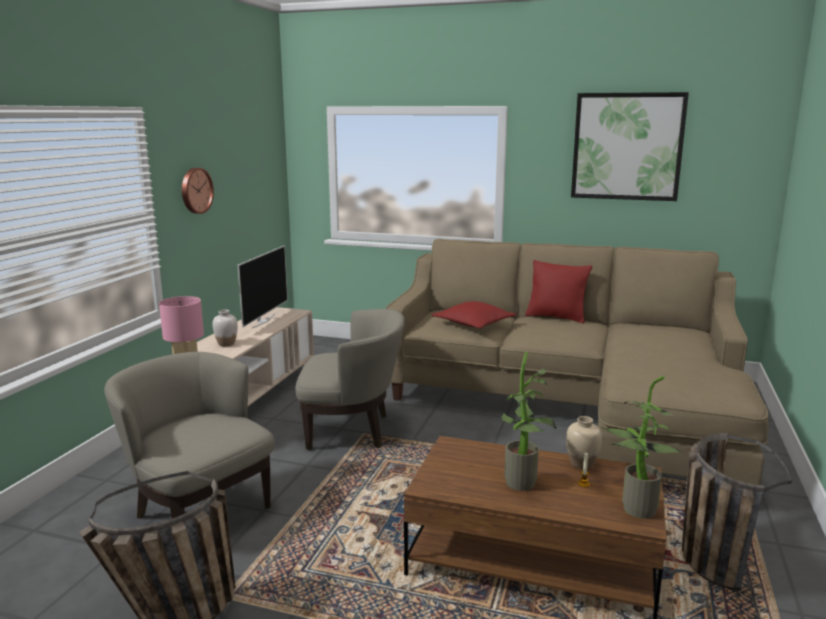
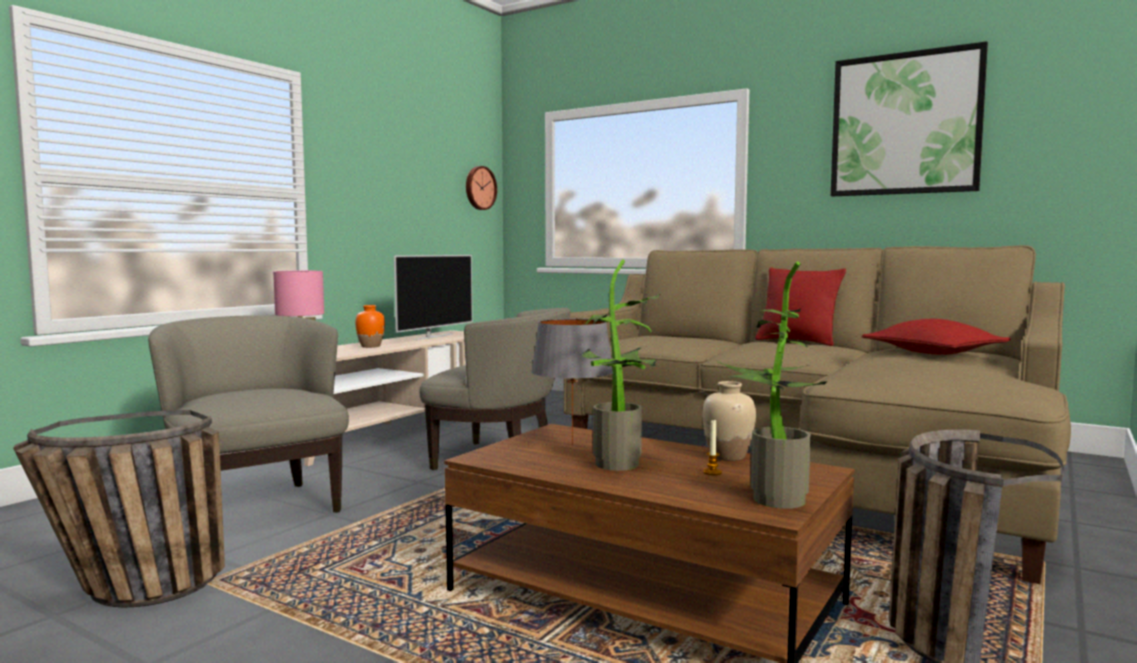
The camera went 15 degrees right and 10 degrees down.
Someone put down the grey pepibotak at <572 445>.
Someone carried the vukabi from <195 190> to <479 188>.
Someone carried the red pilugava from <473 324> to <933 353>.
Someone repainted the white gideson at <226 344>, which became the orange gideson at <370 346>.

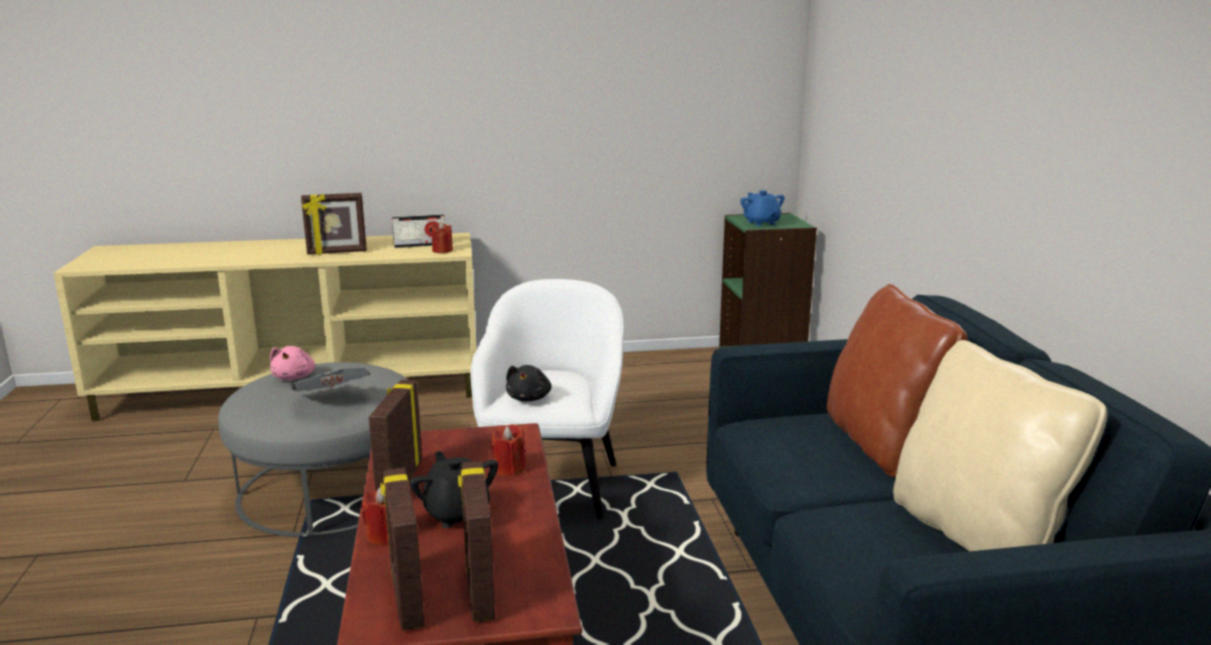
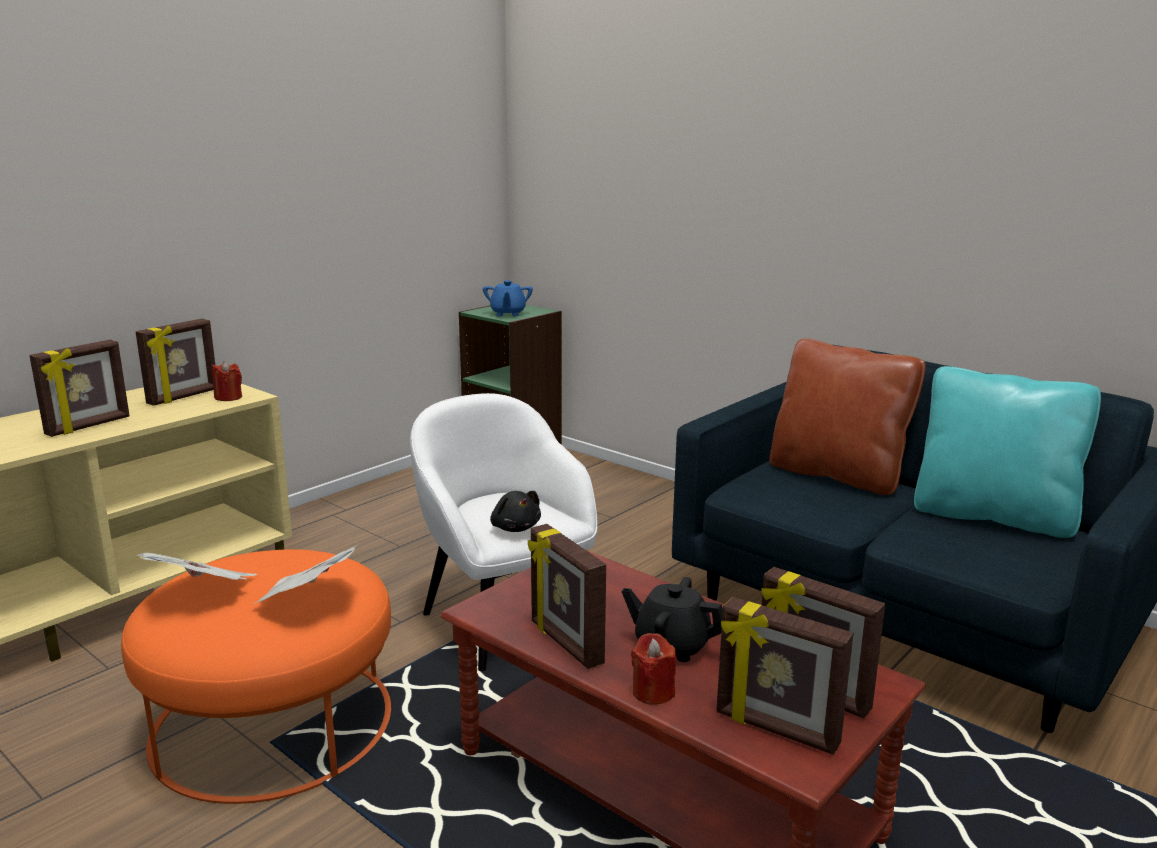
The camera went 40 degrees left and 0 degrees up.
Someone took away the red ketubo at <509 469>.
Someone swapped the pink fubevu at <294 377> for the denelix at <203 592>.
Someone swapped the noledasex at <420 245> for the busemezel at <184 397>.
Someone repainted the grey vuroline at <330 489>, which became the orange vuroline at <273 721>.
Someone repainted the beige pilugava at <976 536>, which became the turquoise pilugava at <993 516>.
Someone rotated the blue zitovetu at <761 223> by 120 degrees counterclockwise.

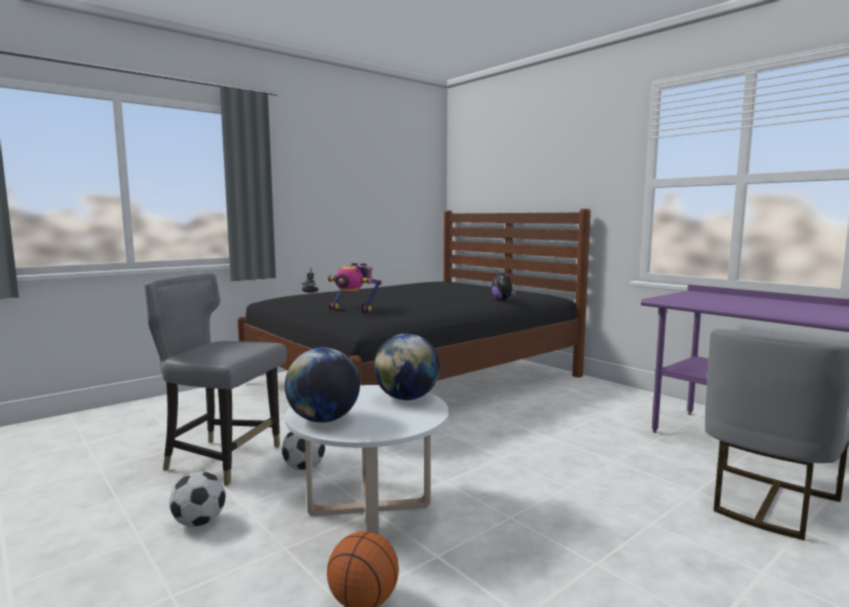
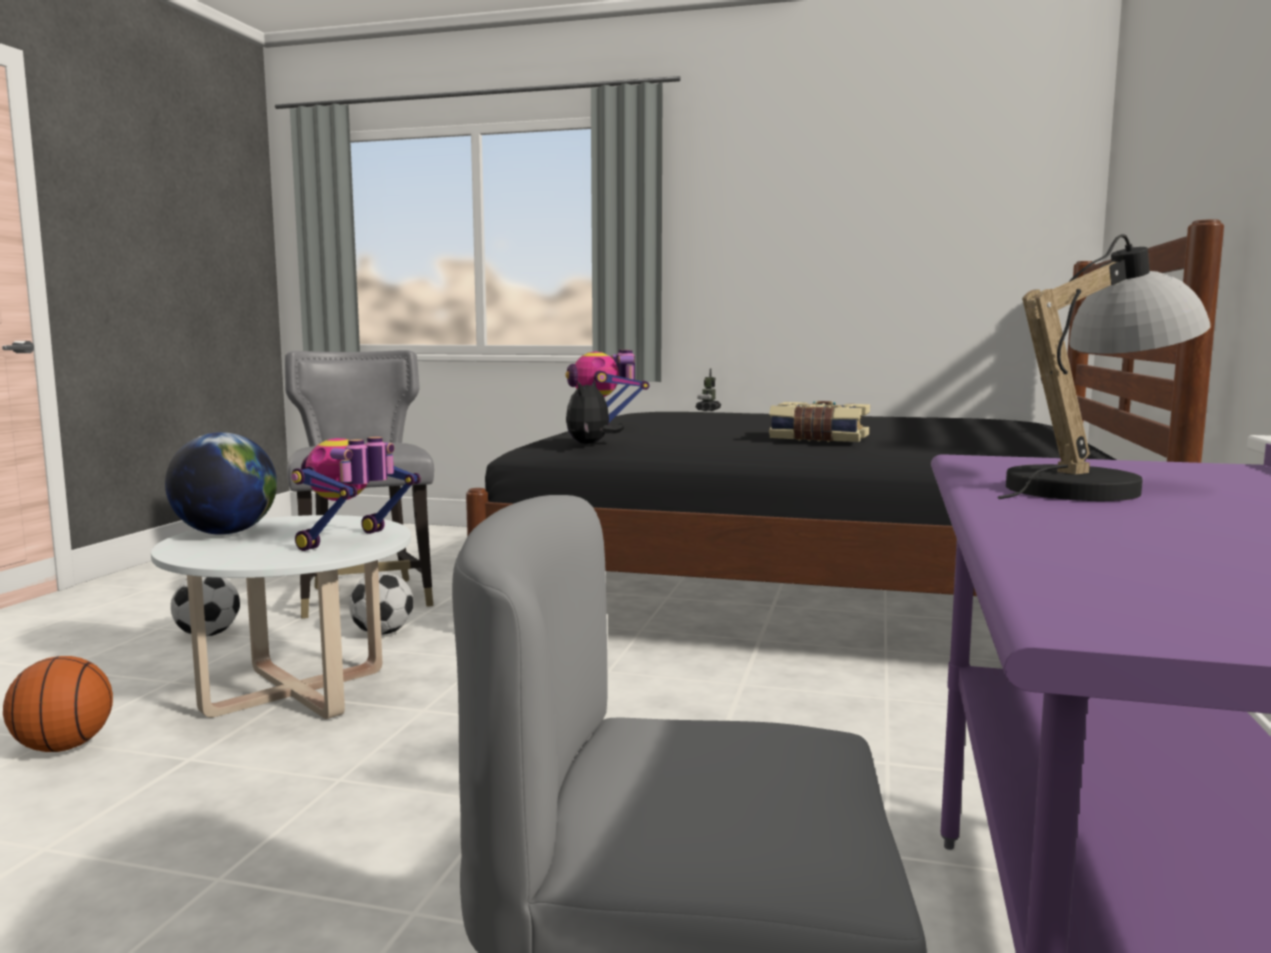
The camera went 55 degrees right and 0 degrees up.
Someone put down the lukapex at <818 439>.
Someone put down the pepibotak at <1093 487>.
Someone carried the fubevu from <502 300> to <590 444>.
Someone swapped the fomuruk at <407 398> for the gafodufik at <352 542>.

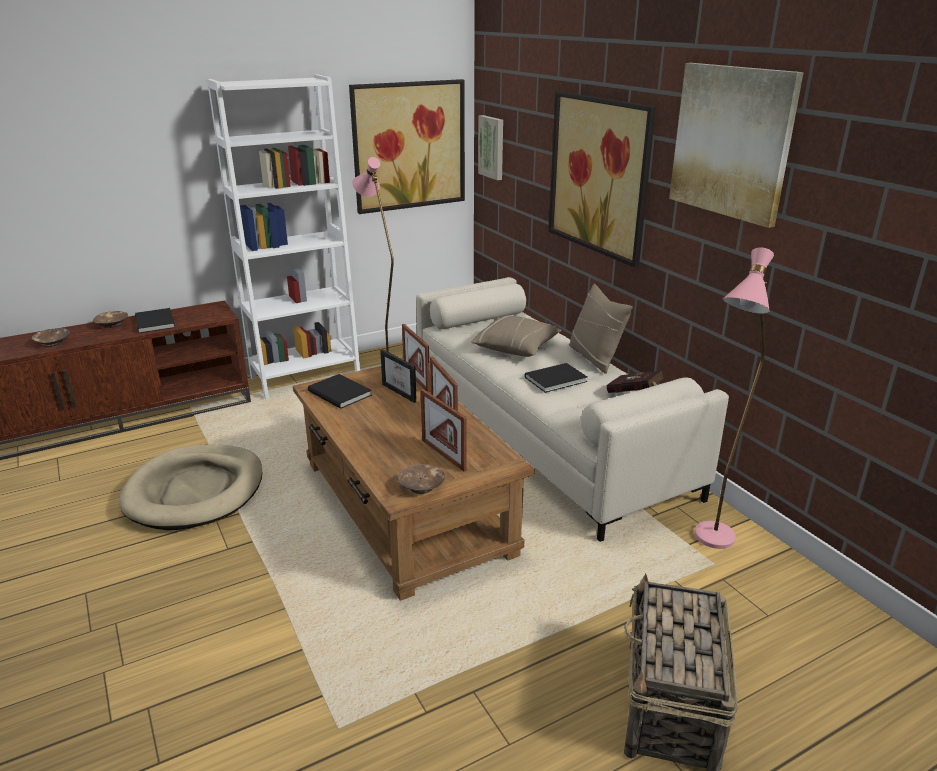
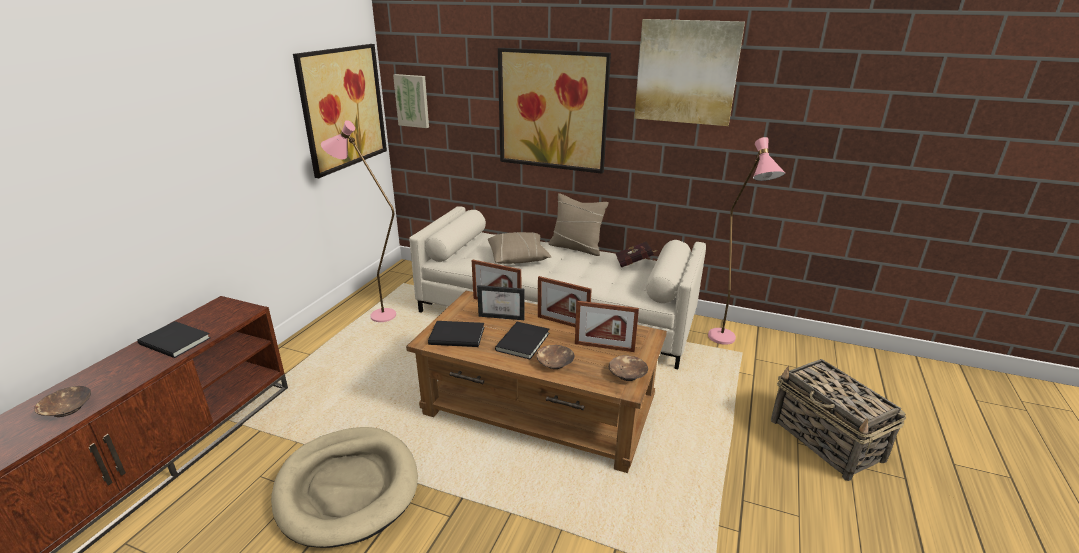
The camera went 40 degrees left and 0 degrees up.
Someone took away the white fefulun at <305 378>.
Someone carried the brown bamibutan from <112 324> to <555 363>.
Someone carried the black lukapex from <557 380> to <524 341>.

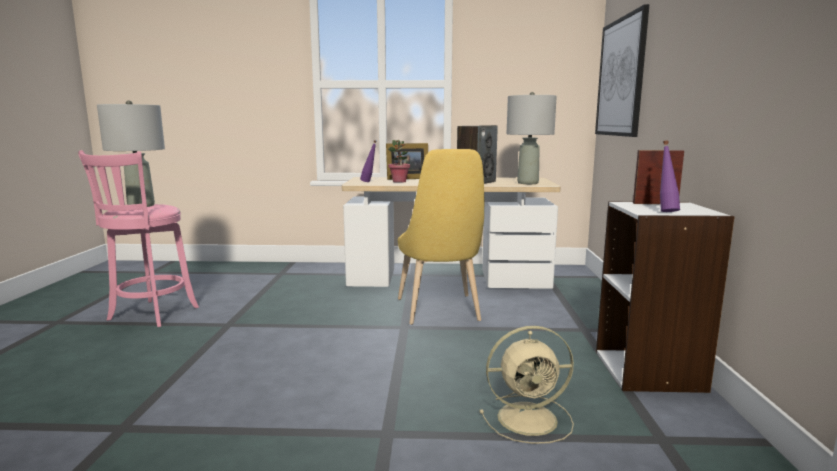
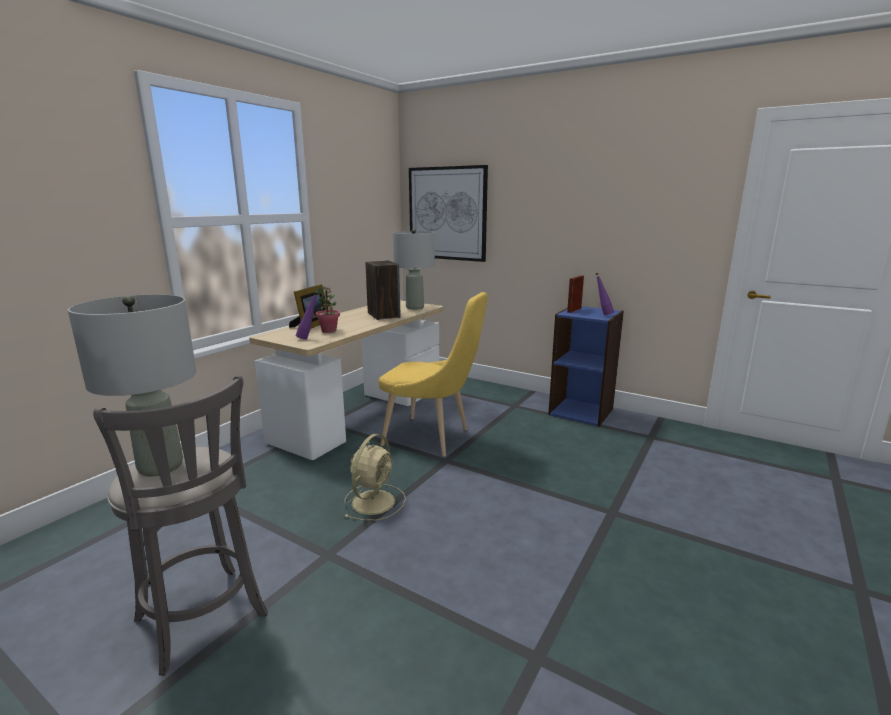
The camera went 60 degrees left and 5 degrees up.
Someone carried the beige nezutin from <530 418> to <374 501>.
Someone repainted the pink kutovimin at <150 315>, which became the grey kutovimin at <204 621>.
Someone repainted the white fefulun at <650 371>, which became the blue fefulun at <581 411>.

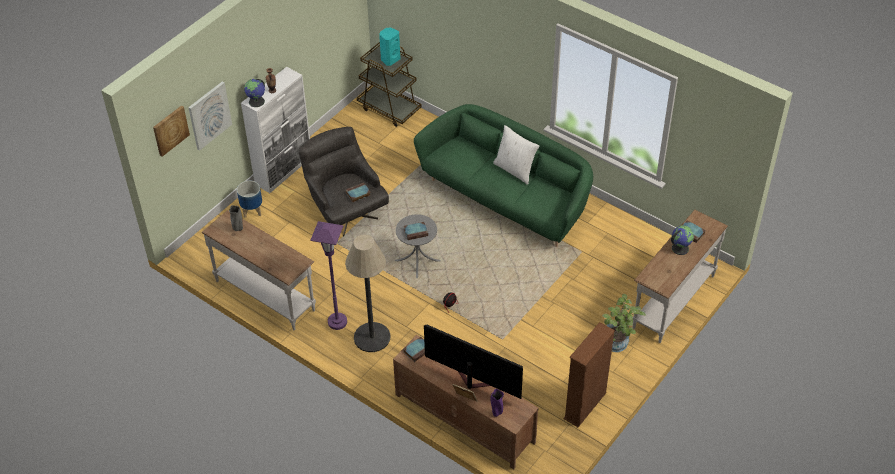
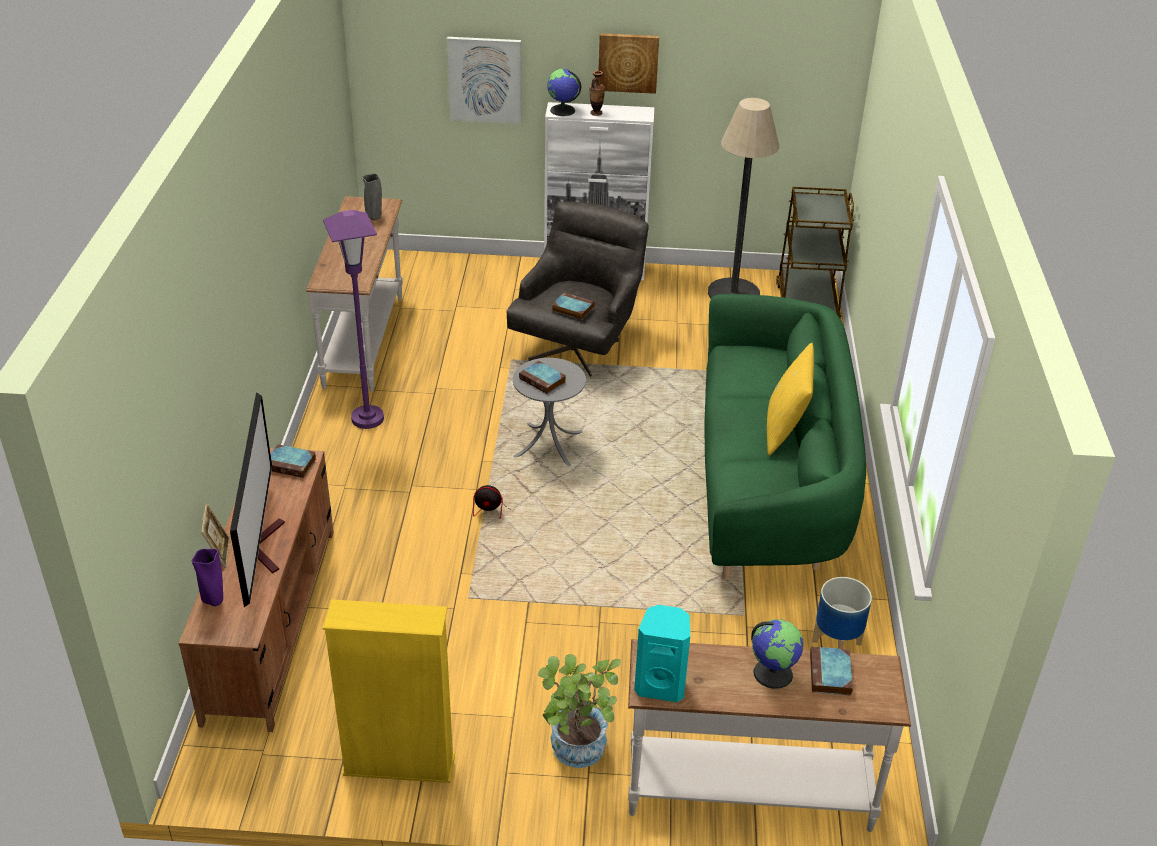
The camera went 55 degrees right and 10 degrees down.
Someone carried the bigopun from <170 130> to <628 62>.
Someone carried the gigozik from <252 211> to <837 643>.
Someone carried the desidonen from <372 337> to <733 293>.
Someone carried the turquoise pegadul from <390 59> to <660 685>.
Someone repainted the white pilugava at <515 170>, which became the yellow pilugava at <785 430>.
Someone repainted the brown fefulun at <585 406>, which became the yellow fefulun at <399 765>.

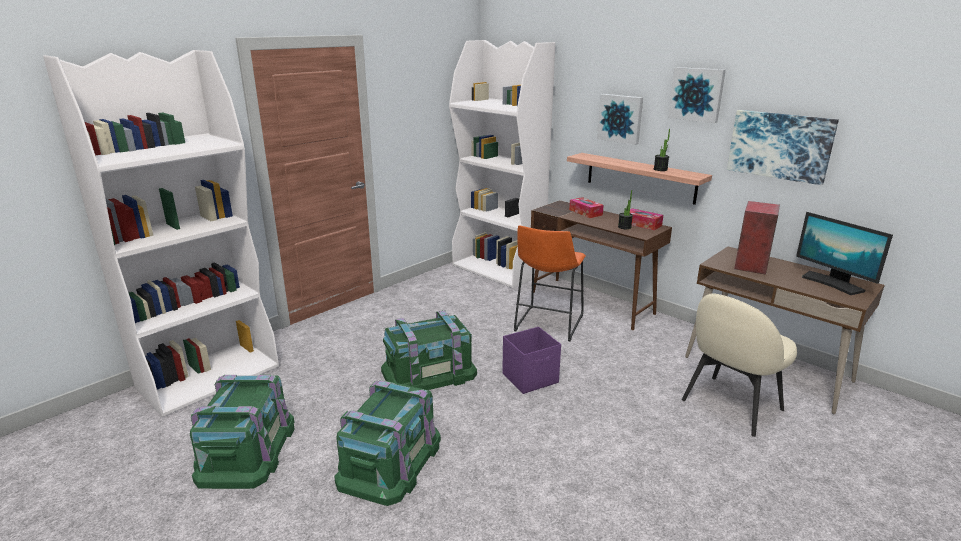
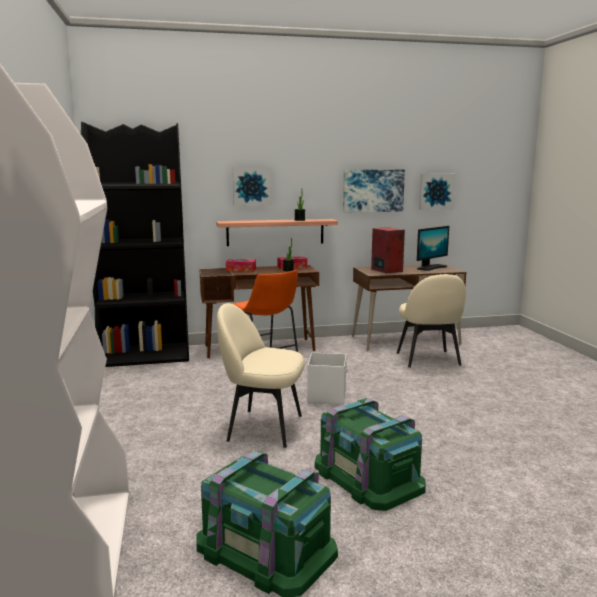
The camera went 55 degrees left and 10 degrees down.
Someone carried the bigopun from <697 94> to <436 191>.
Someone swapped the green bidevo at <429 372> for the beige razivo at <263 427>.
Someone repainted the white fefulun at <498 270>, which became the black fefulun at <146 356>.
Someone repainted the purple bidevo at <531 378>, which became the white bidevo at <327 396>.
Someone rotated the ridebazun at <832 283> by 45 degrees counterclockwise.

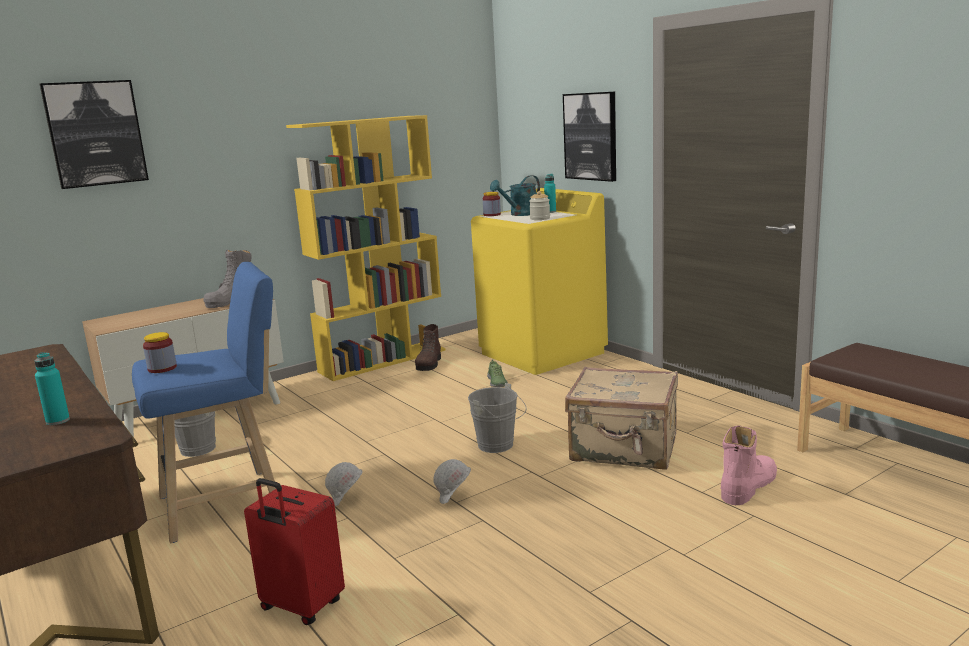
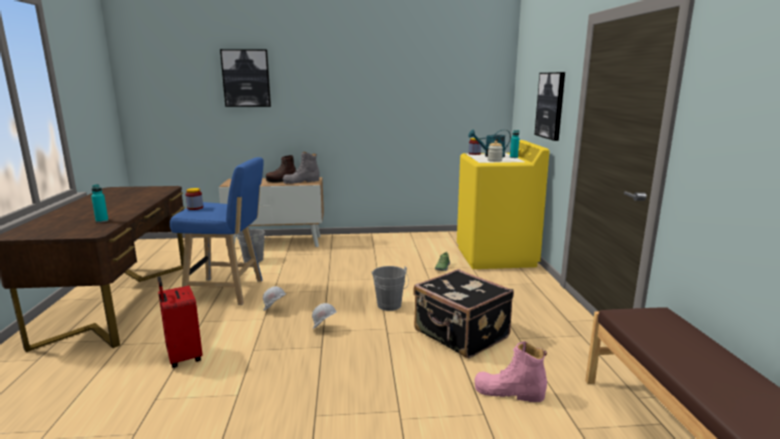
The camera went 30 degrees right and 0 degrees up.
Someone took away the yellow fefulun at <383 360>.
Someone carried the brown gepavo from <429 364> to <281 180>.
Someone repainted the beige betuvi at <624 449>, which became the black betuvi at <460 335>.
Someone rotated the pink gepavo at <748 486> by 150 degrees counterclockwise.

